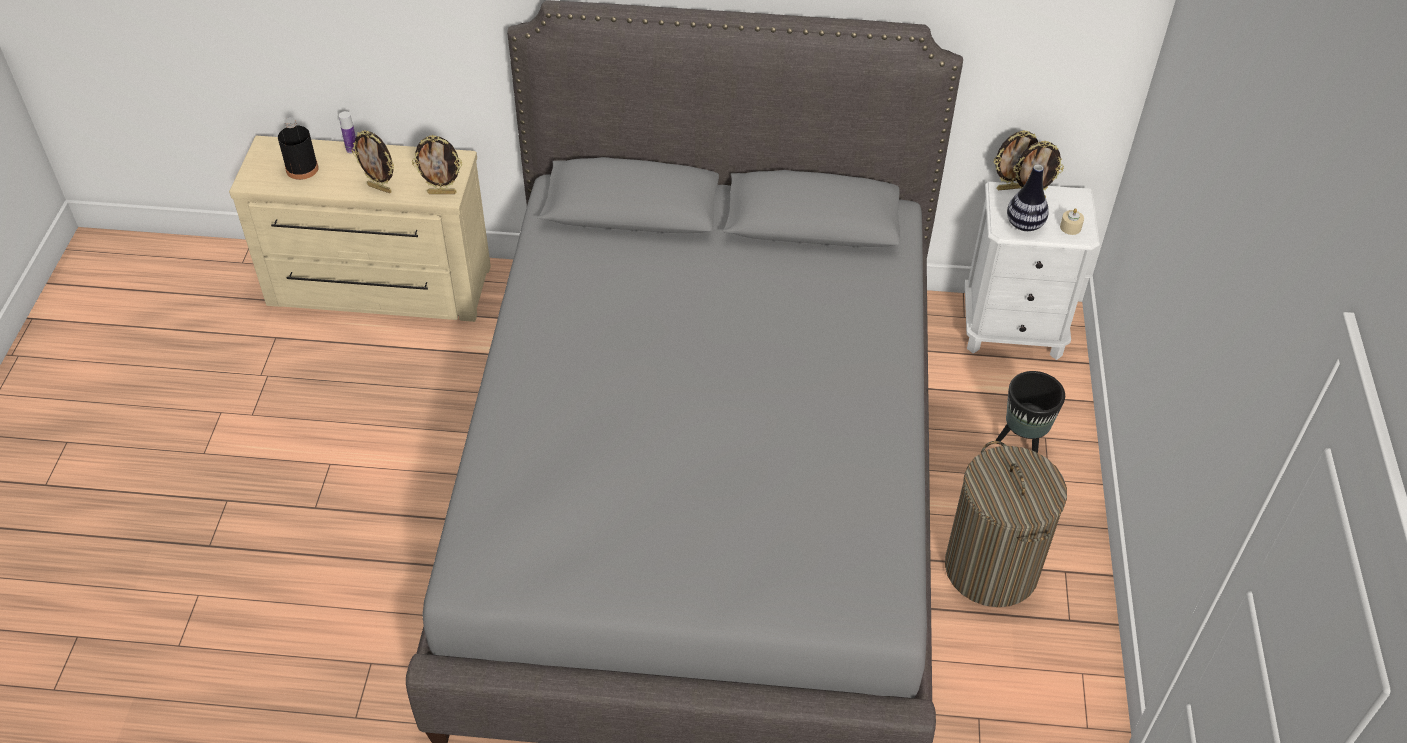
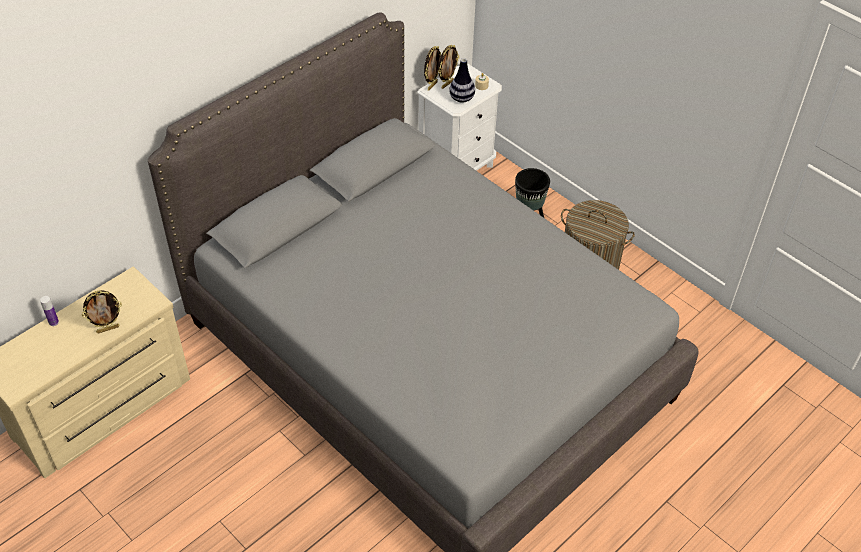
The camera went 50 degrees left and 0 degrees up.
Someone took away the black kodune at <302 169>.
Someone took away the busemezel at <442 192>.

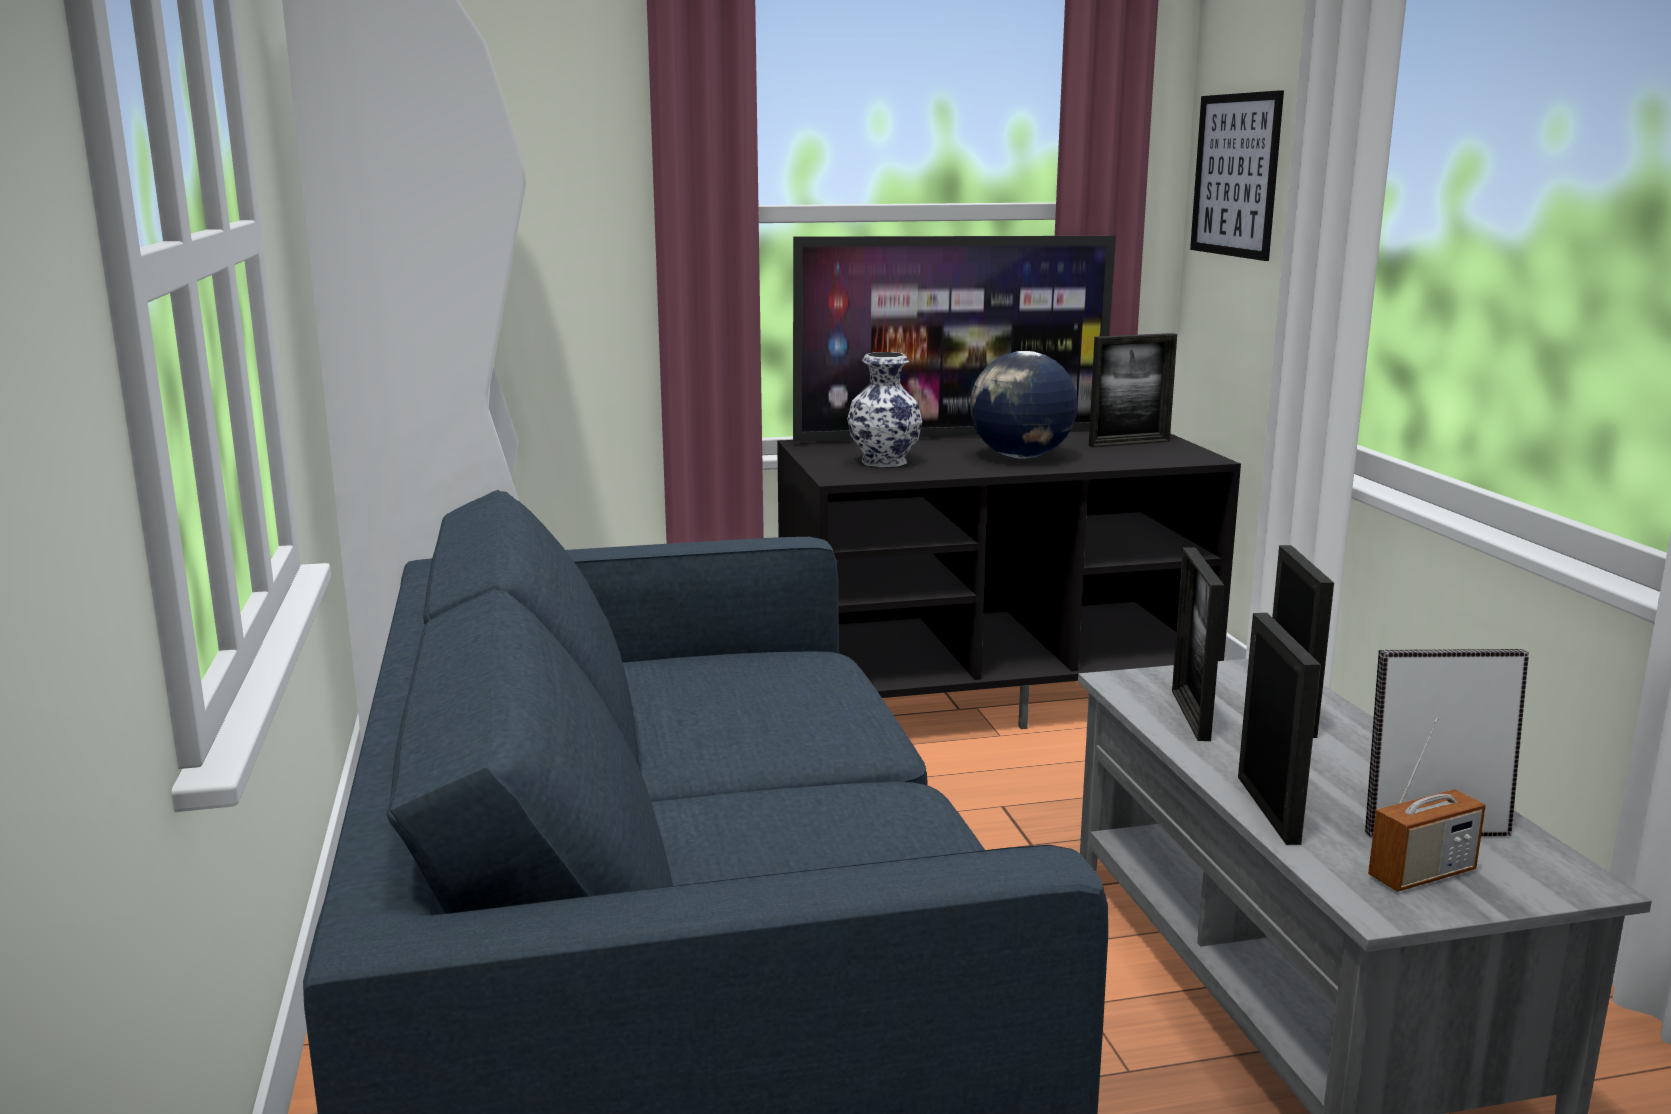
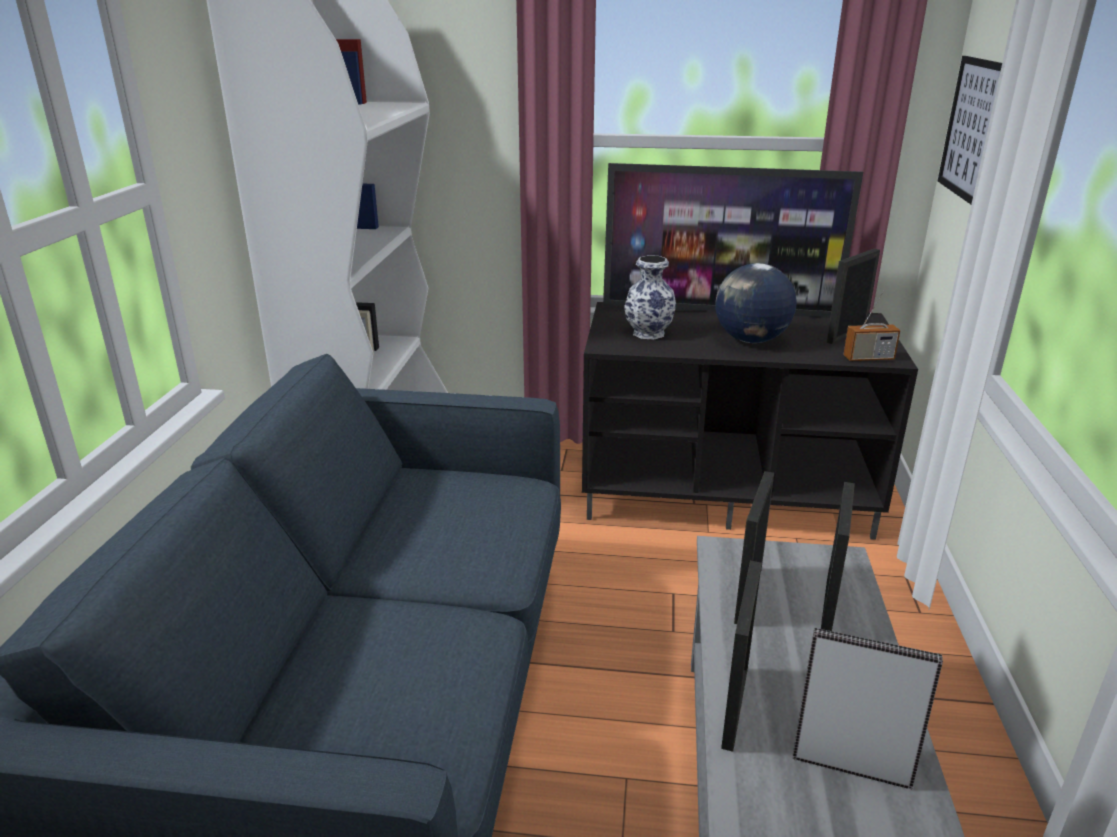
The camera went 20 degrees right and 10 degrees up.
Someone carried the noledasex from <1422 874> to <868 358>.
Someone rotated the busemezel at <1129 443> by 135 degrees clockwise.

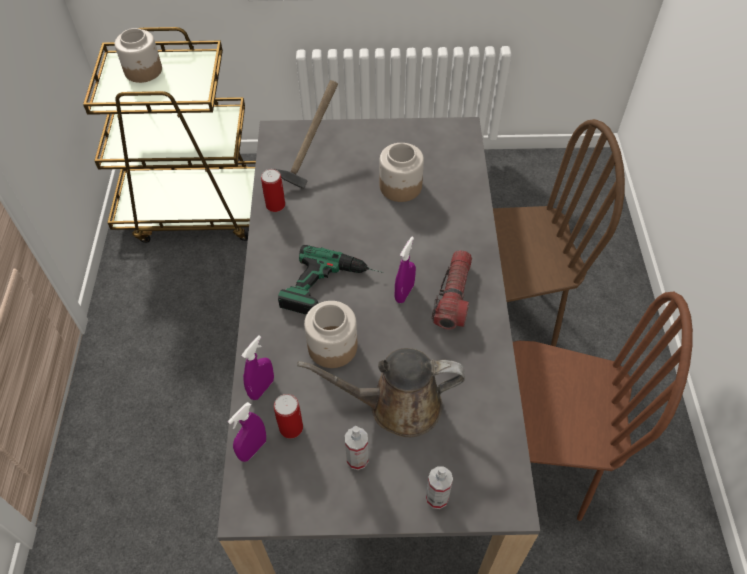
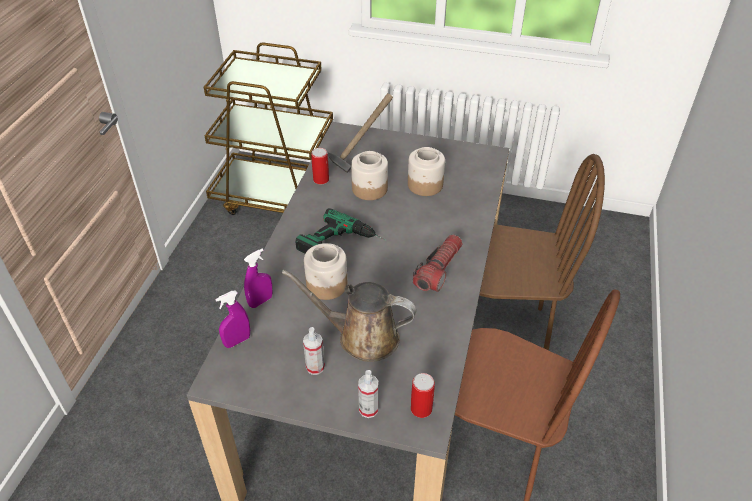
The camera went 15 degrees right and 10 degrees down.
Someone took away the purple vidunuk at <404 293>.
Someone carried the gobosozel from <143 71> to <370 189>.
Someone carried the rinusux from <291 427> to <421 409>.

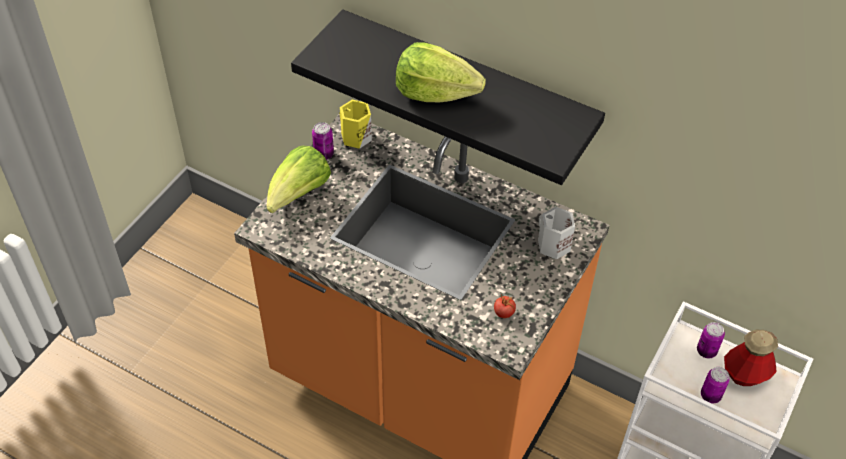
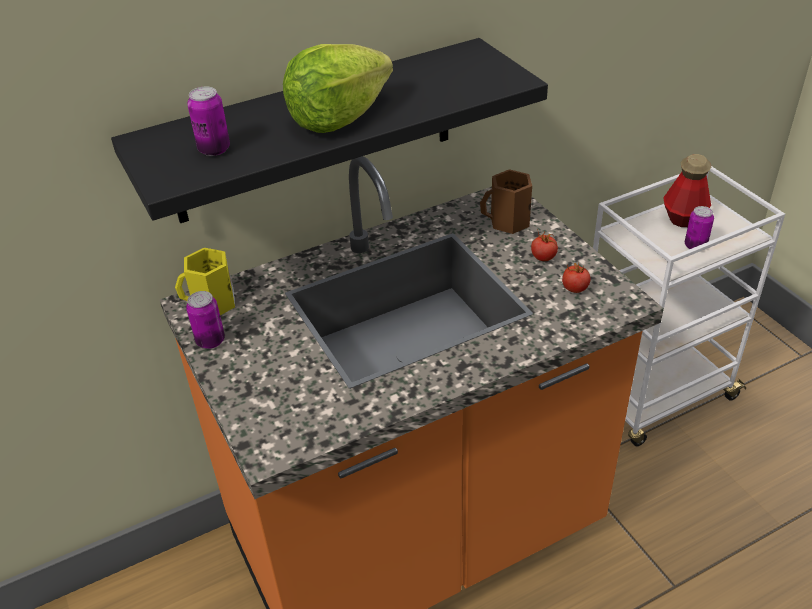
The camera went 55 degrees left and 10 degrees down.
Someone took away the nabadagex at <299 194>.
Someone put down the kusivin at <543 258>.
Someone carried the rinusux from <706 351> to <214 149>.
Someone repainted the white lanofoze at <552 245>, which became the brown lanofoze at <508 222>.

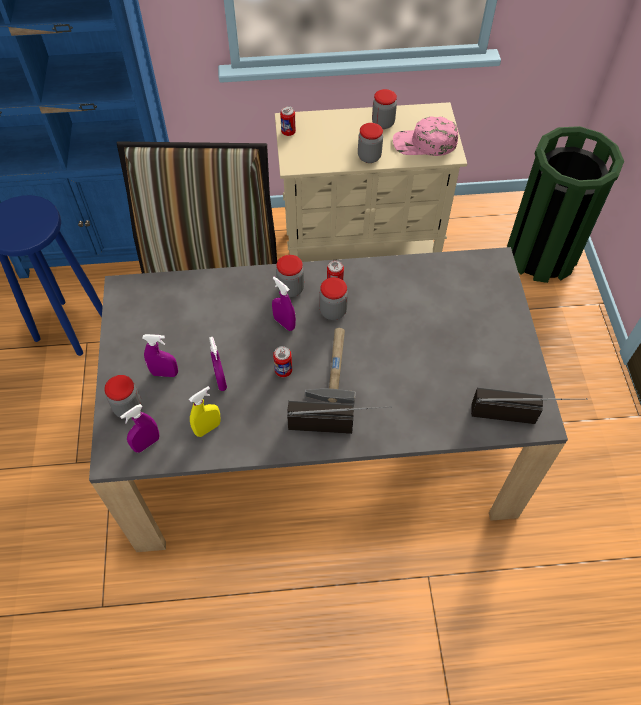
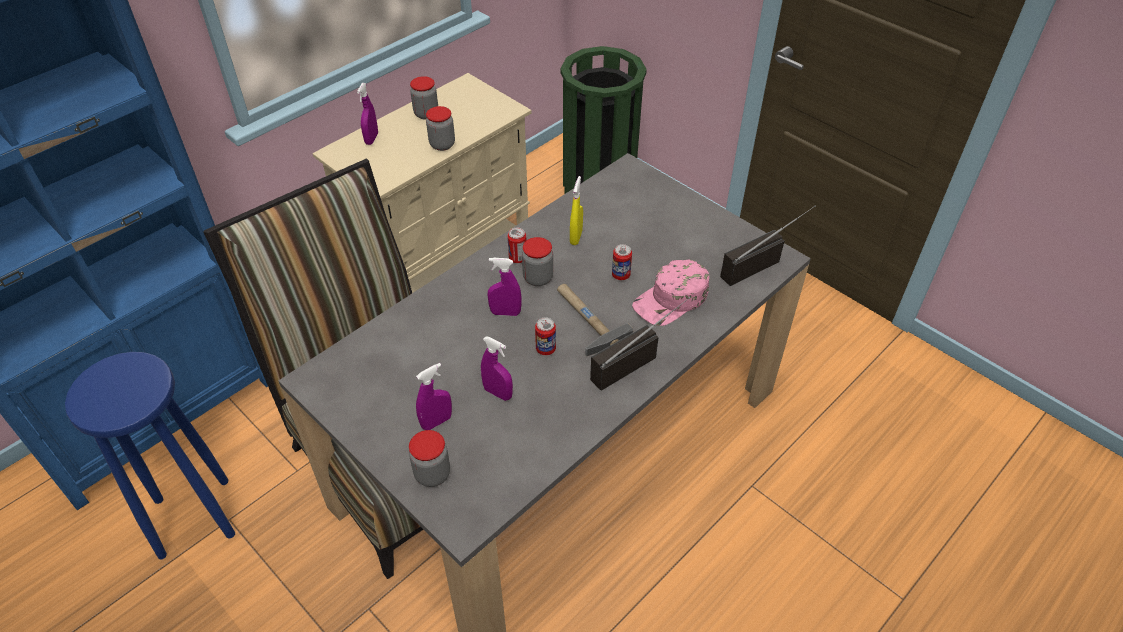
The camera went 40 degrees left and 10 degrees down.
Someone took away the gobosozel at <290 288>.
Someone carried the purple vidunuk from <147 443> to <371 139>.
Someone carried the yellow vidunuk from <208 428> to <576 237>.
Someone carried the rinusux from <288 132> to <621 275>.
Someone carried the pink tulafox from <424 143> to <671 300>.

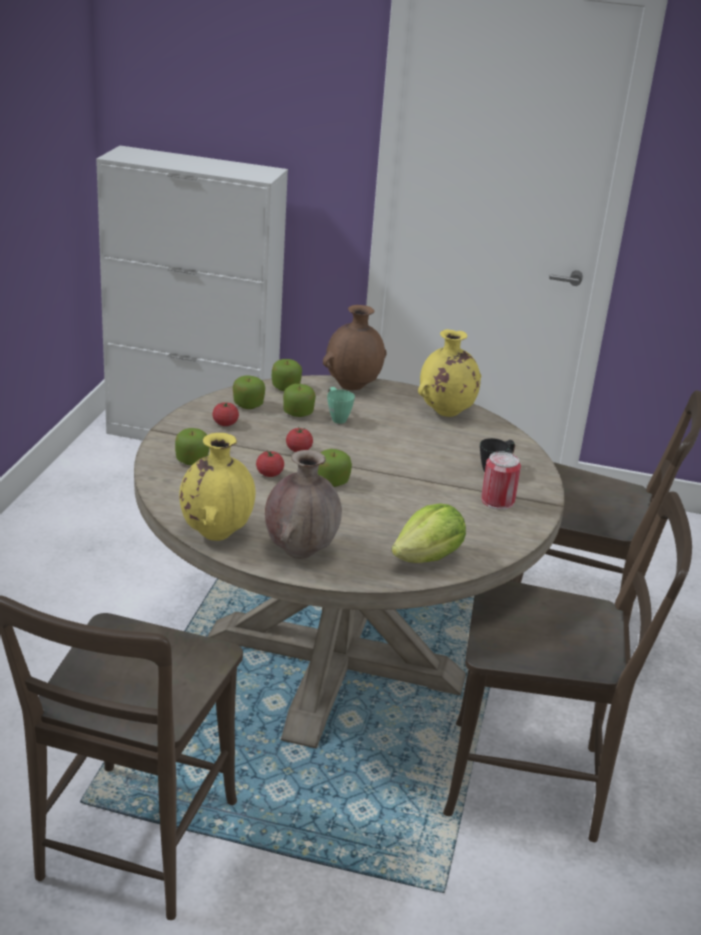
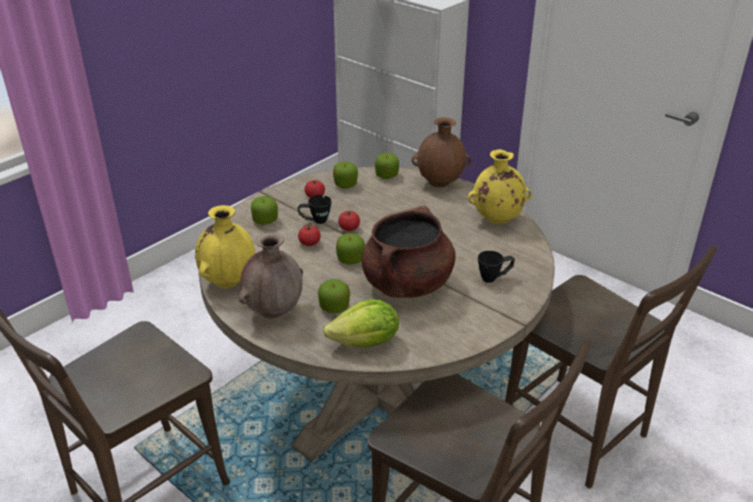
The camera went 30 degrees right and 5 degrees up.
Someone took away the green lanofoze at <336 417>.
Someone took away the rinusux at <497 501>.
Someone put down the black lanofoze at <315 221>.
Someone put down the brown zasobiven at <407 284>.
Someone carried the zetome from <298 413> to <334 307>.

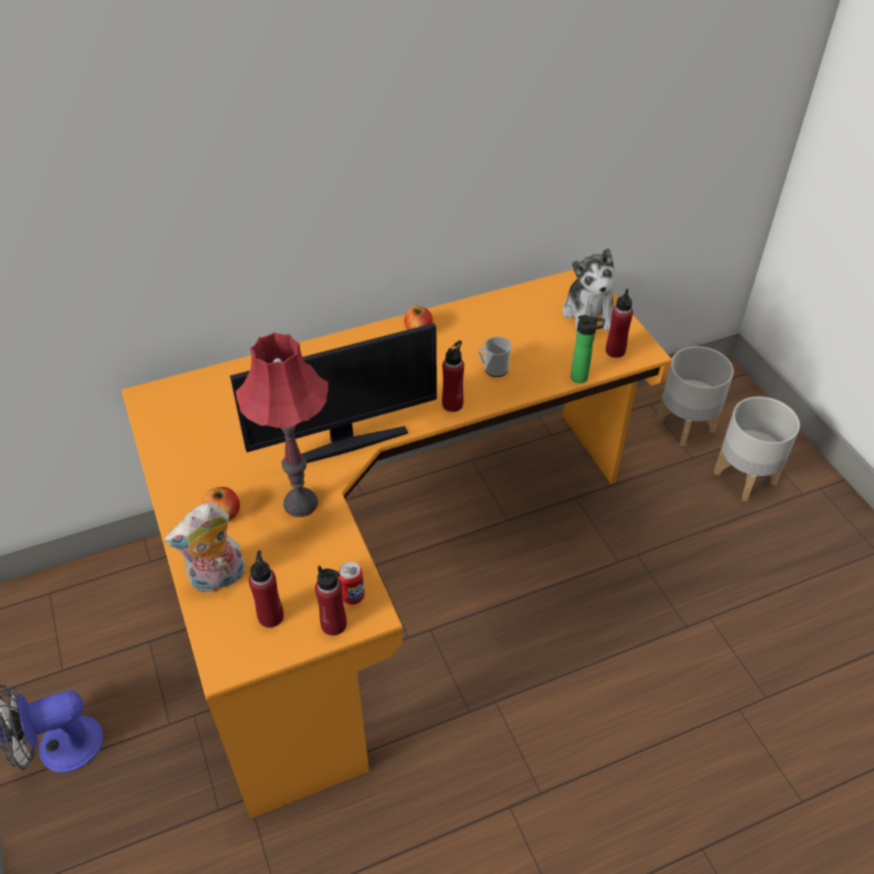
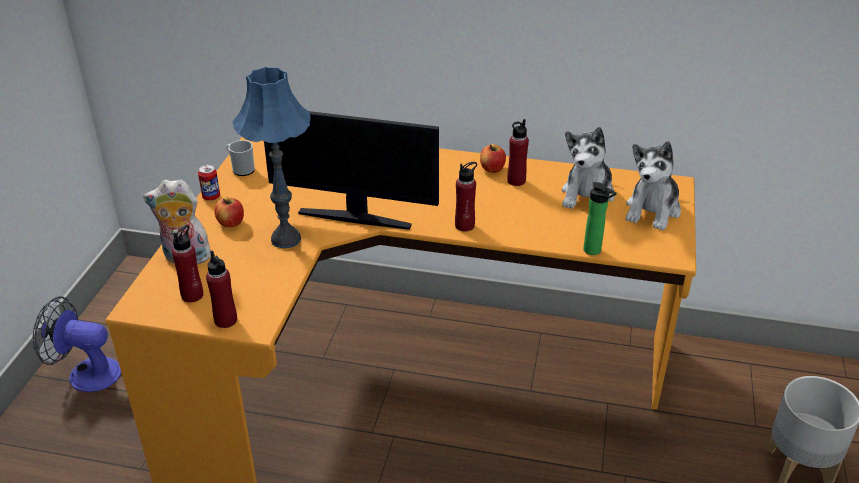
The camera went 35 degrees right and 10 degrees down.
Someone took away the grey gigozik at <686 425>.
Someone put down the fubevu at <587 195>.
Someone carried the rinusux from <352 596> to <211 197>.
Someone carried the lanofoze from <493 369> to <241 169>.
Someone carried the red kodune from <615 351> to <516 181>.
Someone repainted the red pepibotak at <300 504>, which became the blue pepibotak at <285 239>.

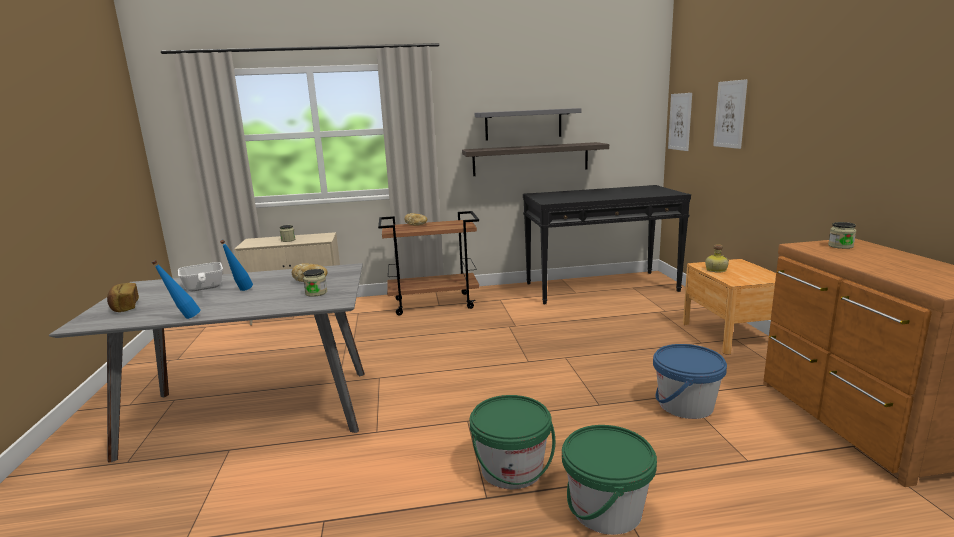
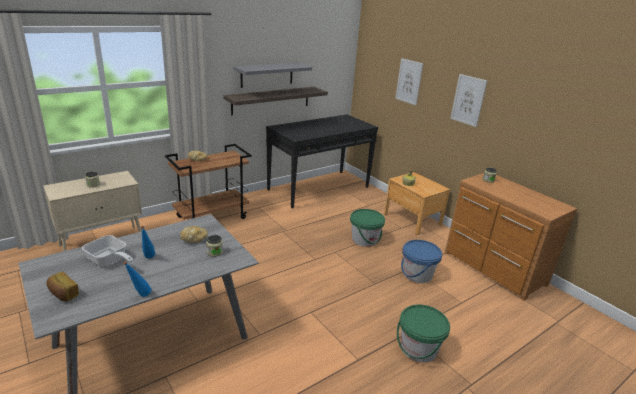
The camera went 30 degrees left and 10 degrees up.
Someone carried the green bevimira from <511 469> to <364 239>.
Someone carried the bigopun from <680 122> to <468 100>.

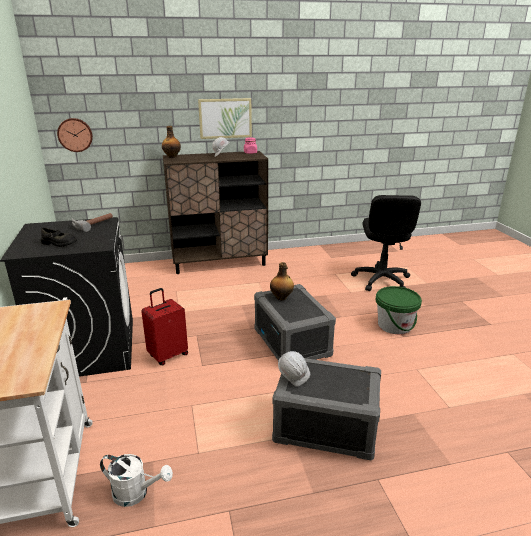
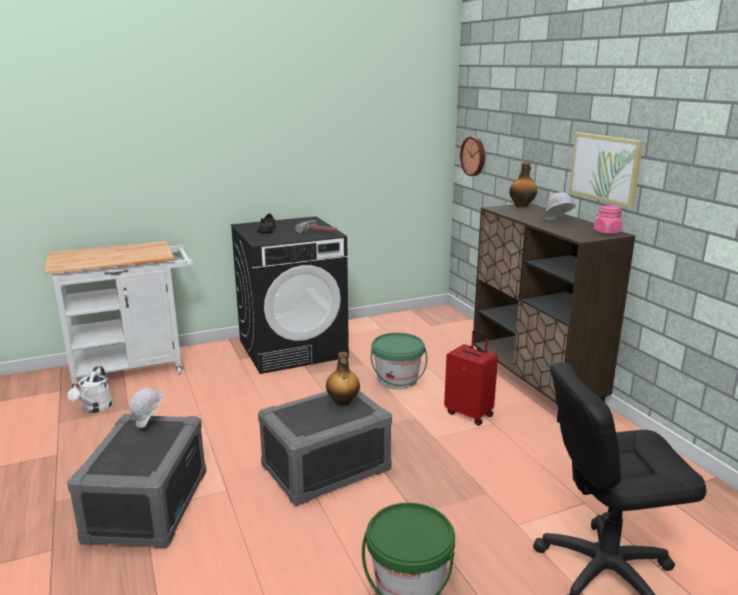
The camera went 80 degrees right and 5 degrees down.
Someone put down the green bevimira at <397 380>.
Someone carried the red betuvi from <168 355> to <469 414>.

